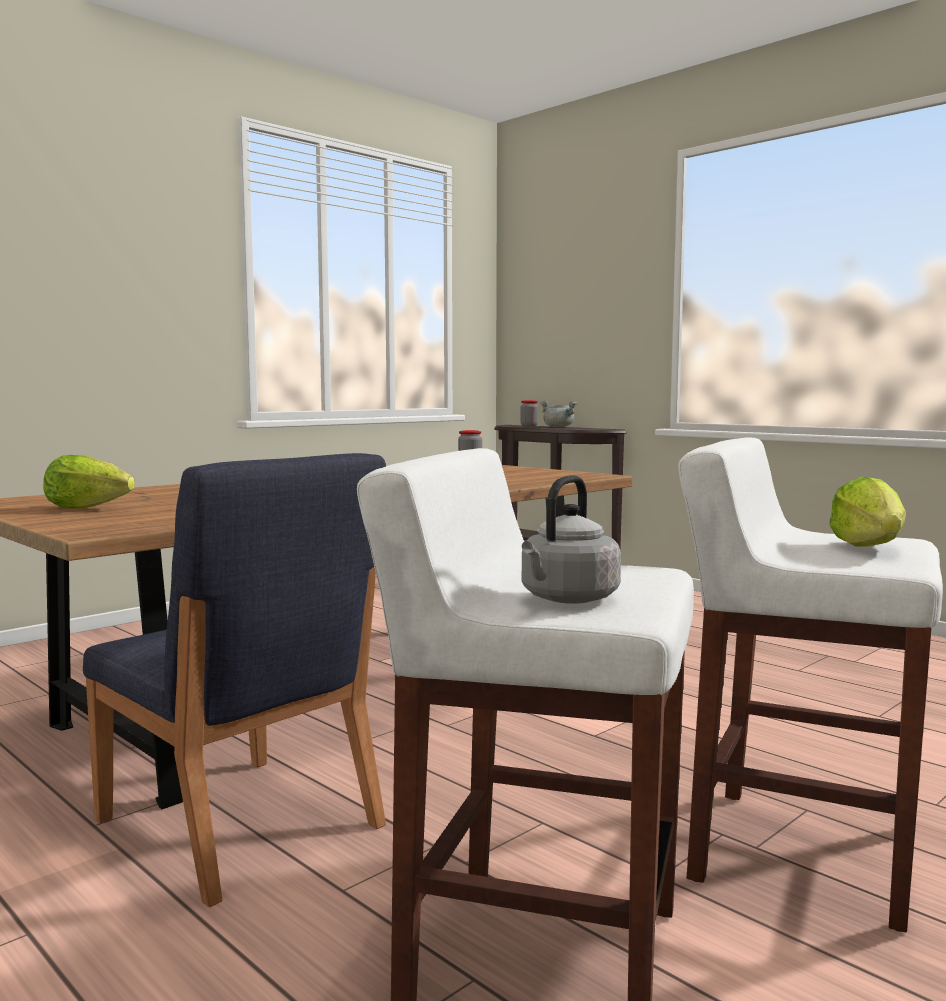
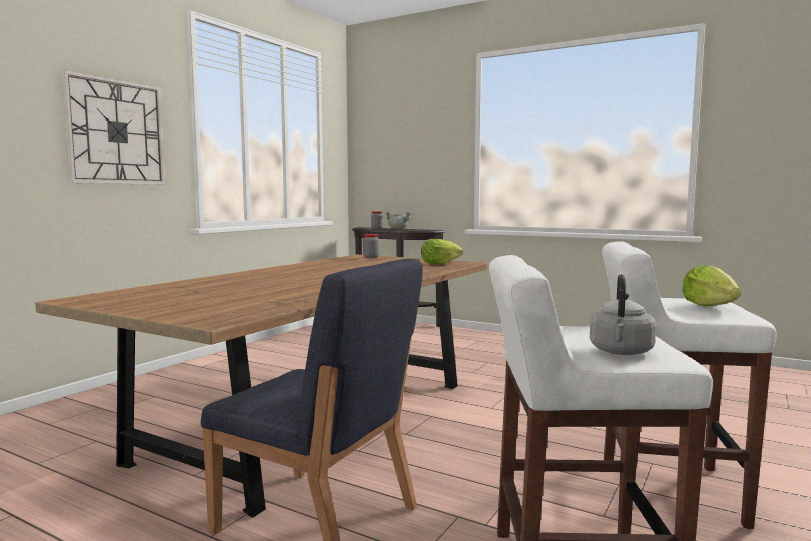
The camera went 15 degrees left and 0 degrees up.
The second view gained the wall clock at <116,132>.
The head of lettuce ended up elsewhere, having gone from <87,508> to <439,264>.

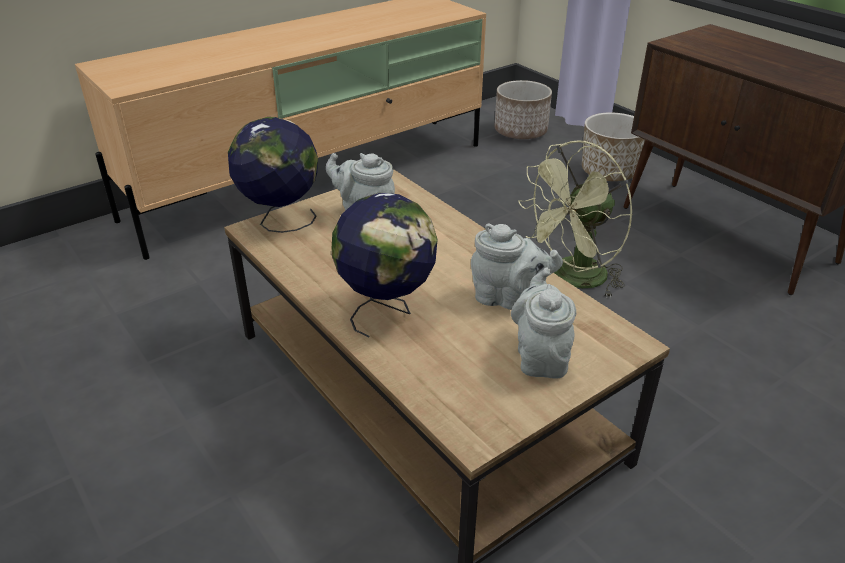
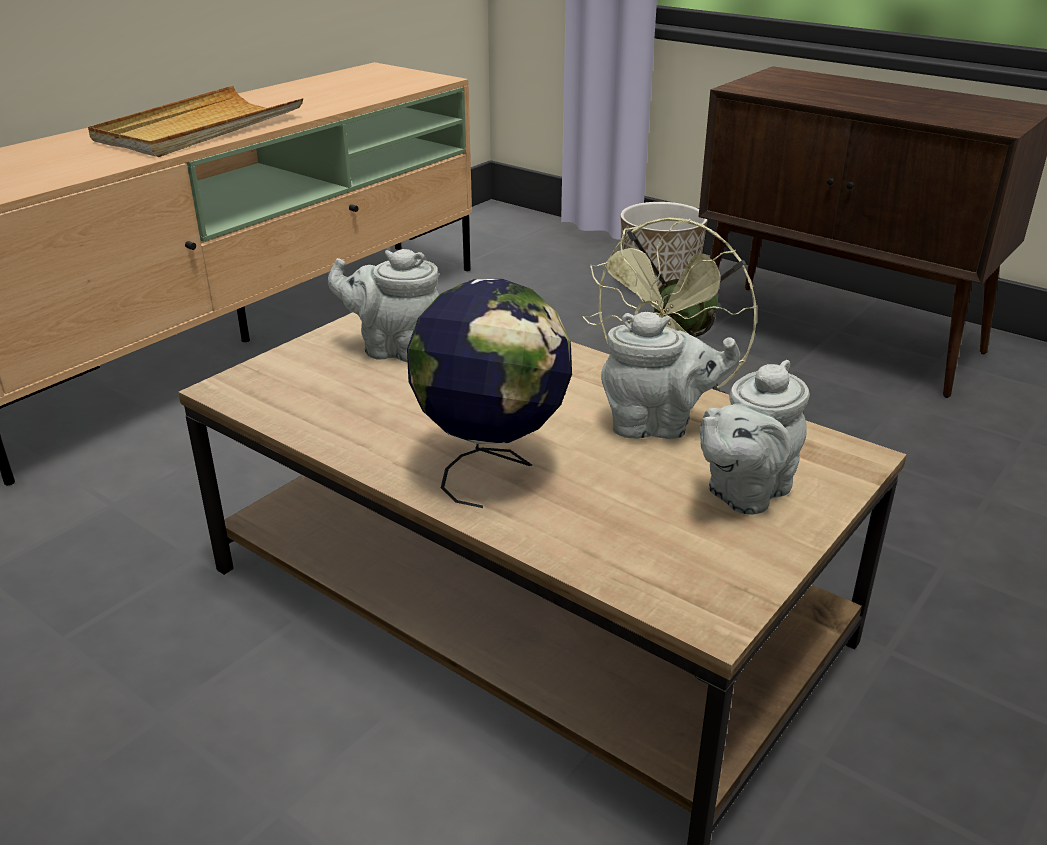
The camera went 15 degrees left and 5 degrees down.
The second view gained the sand-coloured serving tray at <199,129>.
The gray tea pot at <540,356> ended up facing another way, 120 degrees counterclockwise from before.
The second view lost the desk globe at <280,221>.
The second view lost the planter at <521,131>.

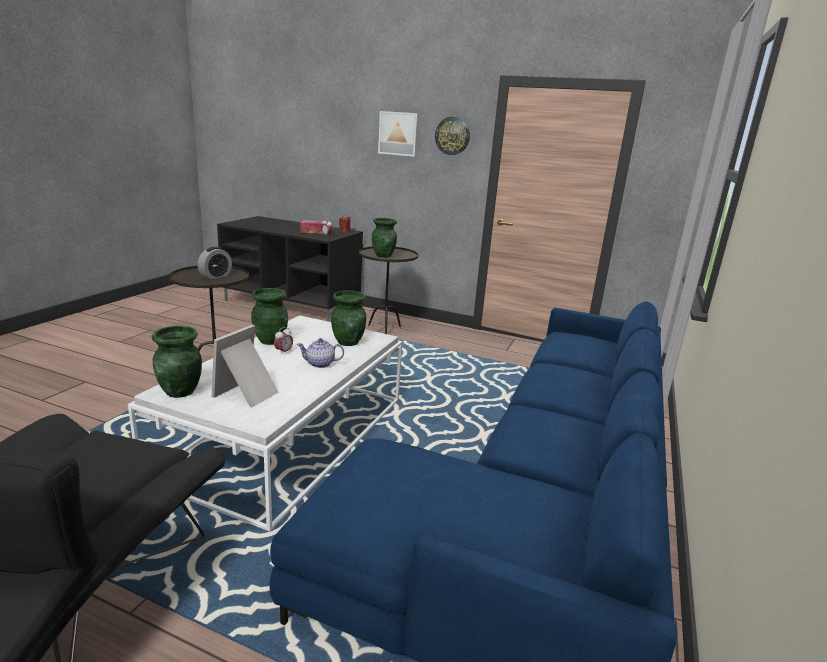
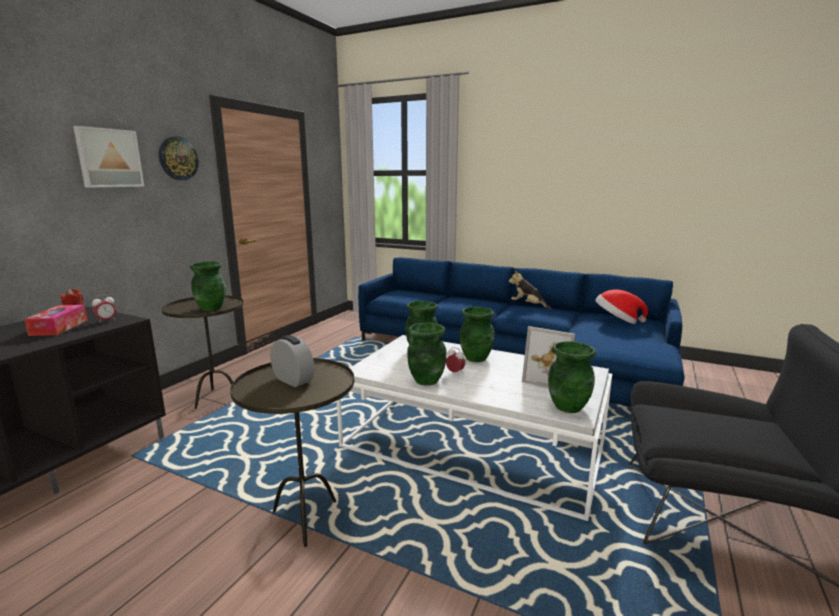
The camera went 85 degrees left and 5 degrees down.
Where the tea pot stood at <320,364>, the greenish vase came to stand at <476,358>.
The second view gained the soft toy at <528,305>.
The second view gained the clothing hat at <617,321>.

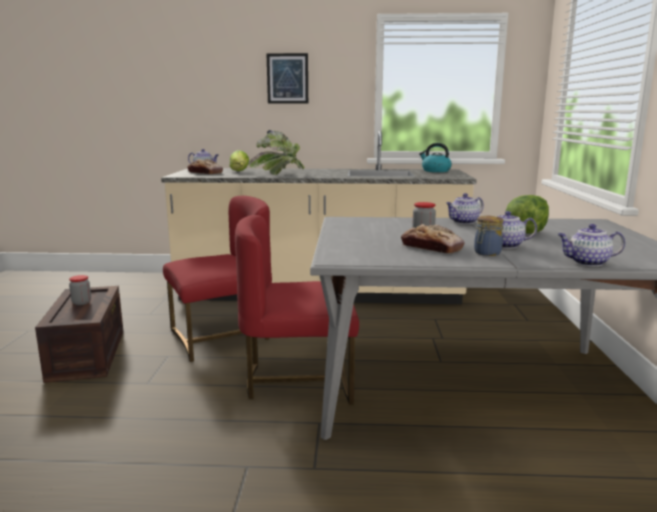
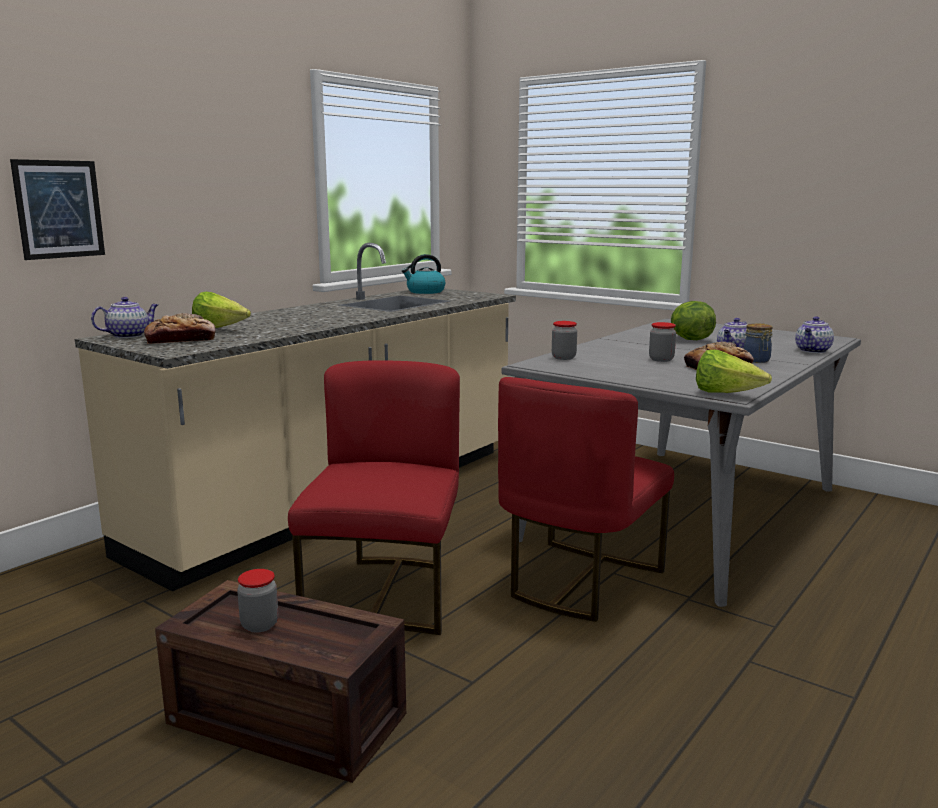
The camera went 55 degrees left and 0 degrees up.
The picture ended up elsewhere, having gone from <287,78> to <59,209>.
The second view gained the jar at <563,358>.
The second view gained the head of lettuce at <725,394>.
The second view lost the plant in a pot at <278,174>.
The second view lost the tea pot at <463,222>.

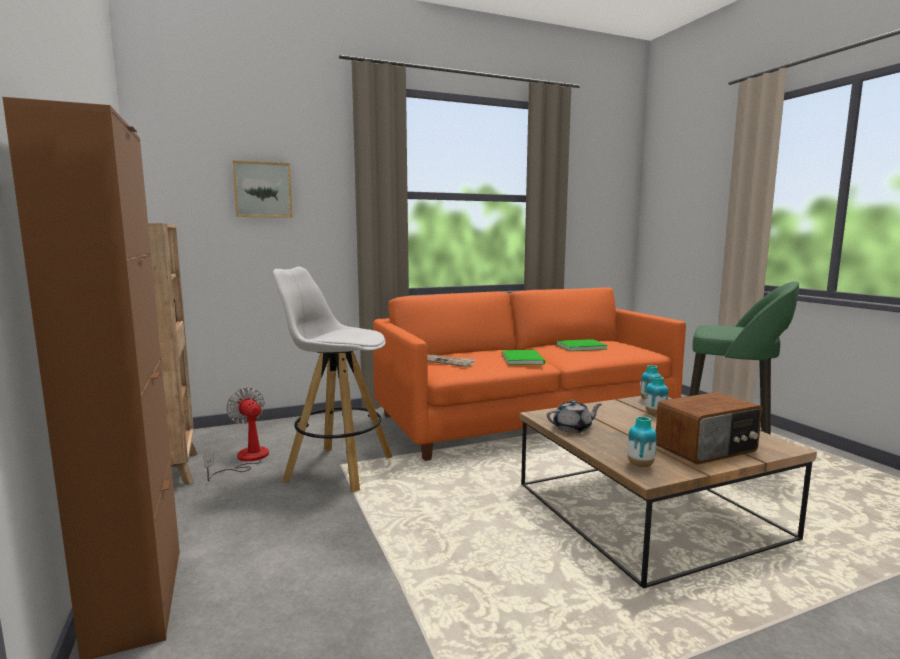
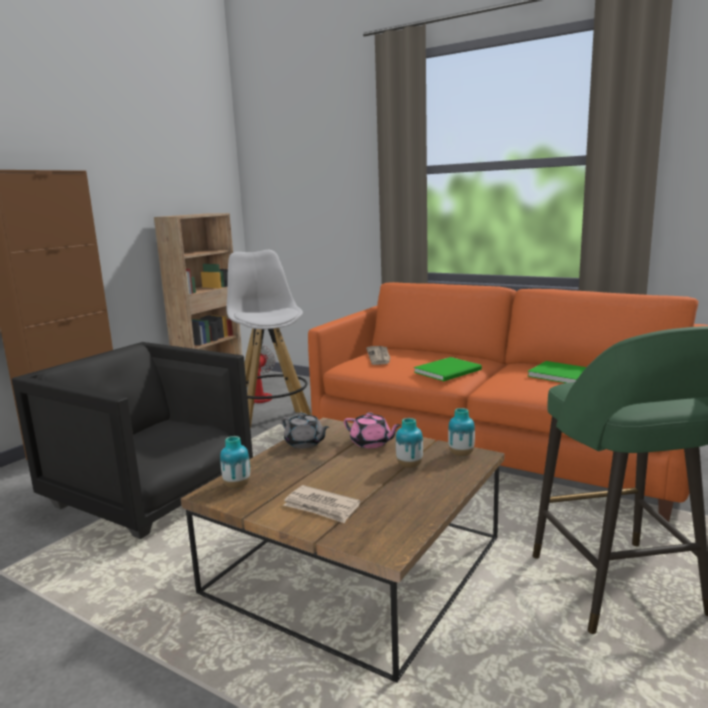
The camera went 55 degrees right and 5 degrees up.
The second view gained the black-coloured lounge chair at <151,493>.
Where the radio stood at <707,449>, the newspaper came to stand at <321,507>.
The second view gained the pinkish tea pot at <371,443>.
The second view lost the picture at <262,190>.

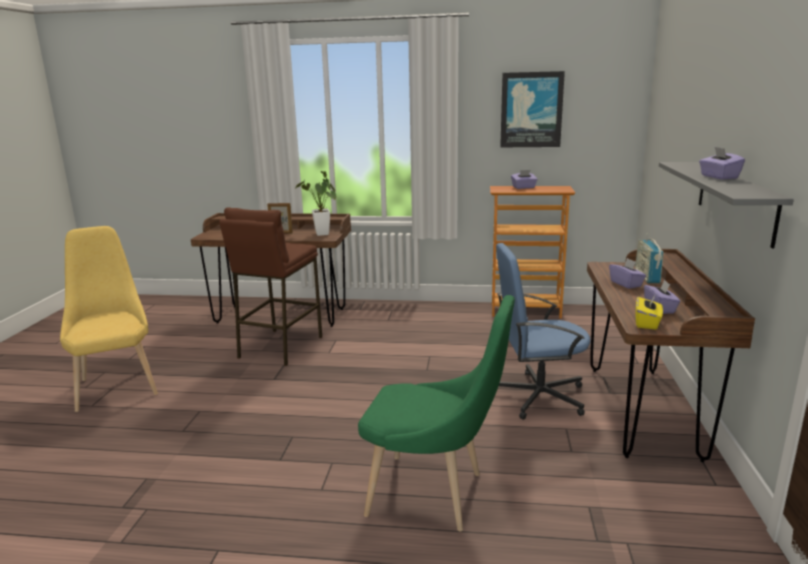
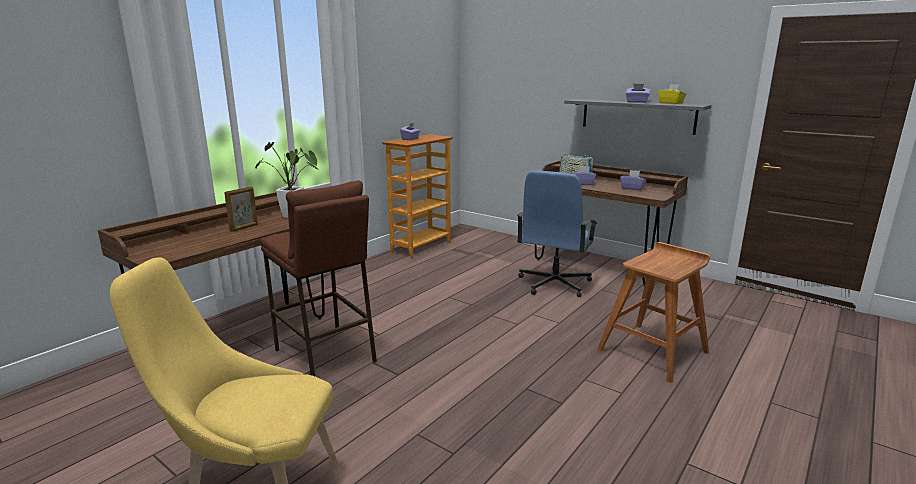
The camera went 60 degrees left and 0 degrees up.
Where the greenish upright chair stood at <434,495>, the brown stool came to stand at <653,351>.
The yellowish tissue holder ended up elsewhere, having gone from <647,323> to <671,103>.
The second view lost the picture at <531,110>.

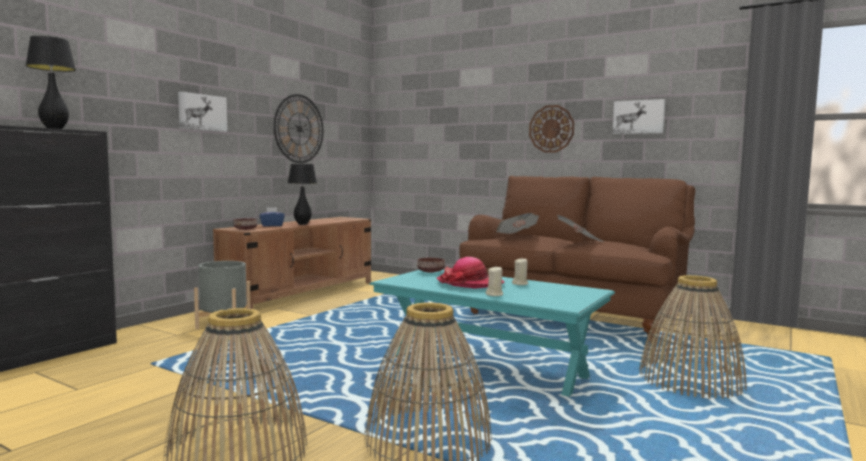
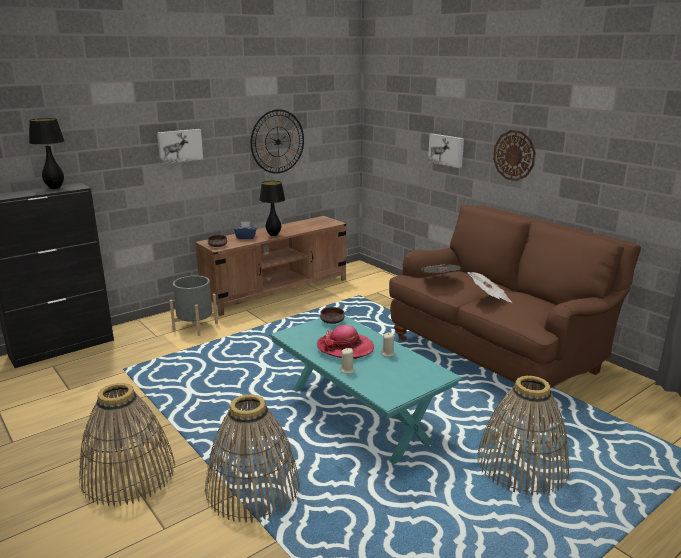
The camera went 20 degrees right and 15 degrees up.
The picture ended up elsewhere, having gone from <638,117> to <446,150>.

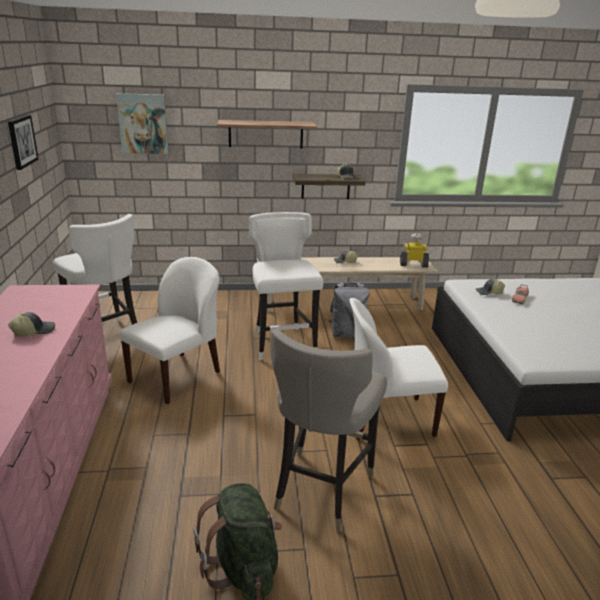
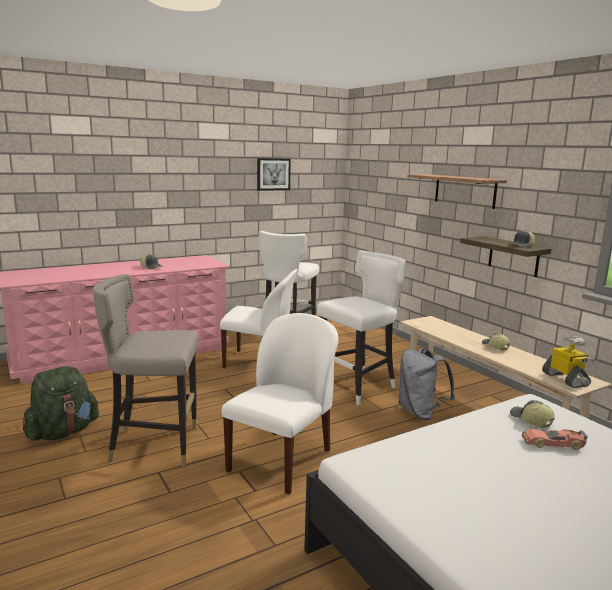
The camera went 65 degrees right and 10 degrees down.
The white upright chair at <386,418> ended up facing another way, 60 degrees clockwise from before.
The second view lost the picture at <143,124>.

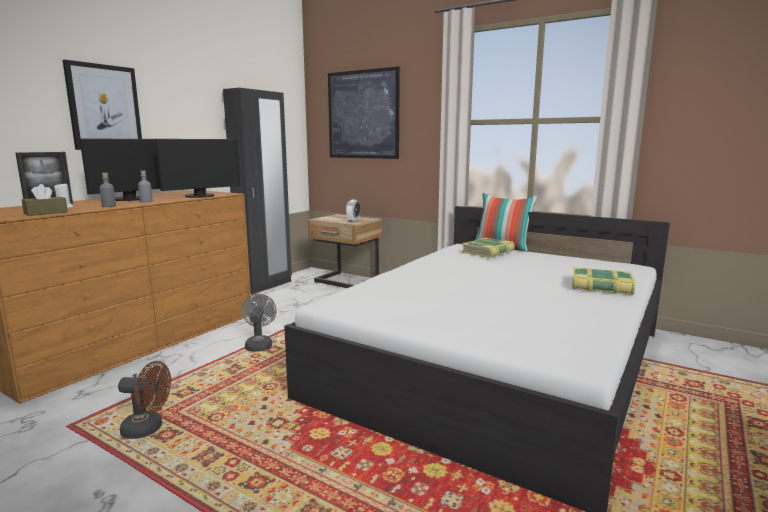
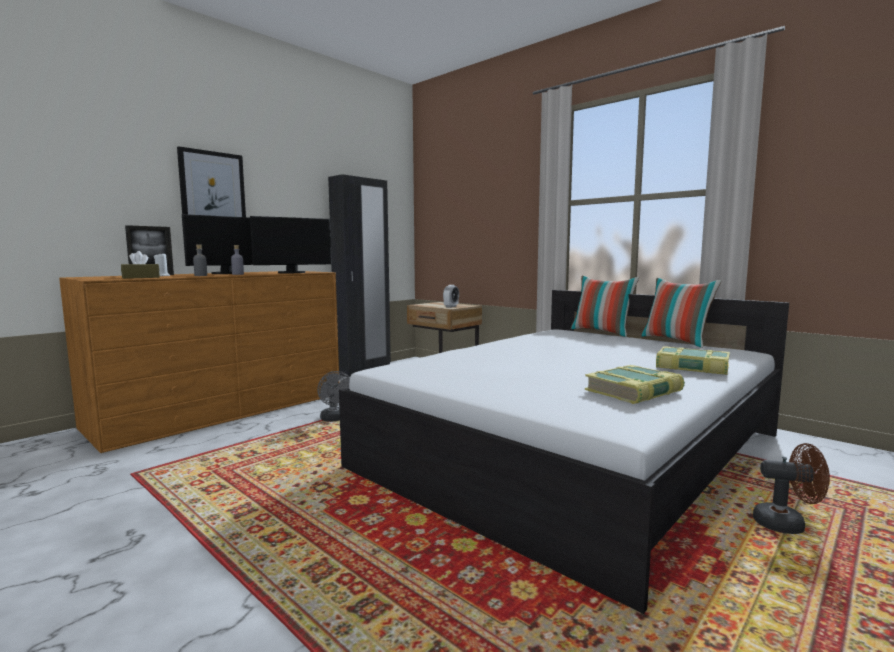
The camera went 10 degrees right and 5 degrees down.
The gray electric fan at <259,345> ended up facing another way, 150 degrees clockwise from before.
The bound book ended up elsewhere, having gone from <488,252> to <634,392>.
The second view gained the throw pillow at <676,341>.
The brown electric fan ended up elsewhere, having gone from <148,429> to <787,524>.
The second view lost the picture at <363,115>.

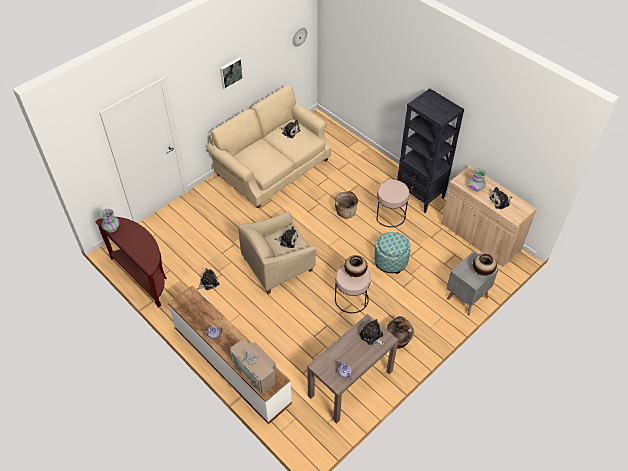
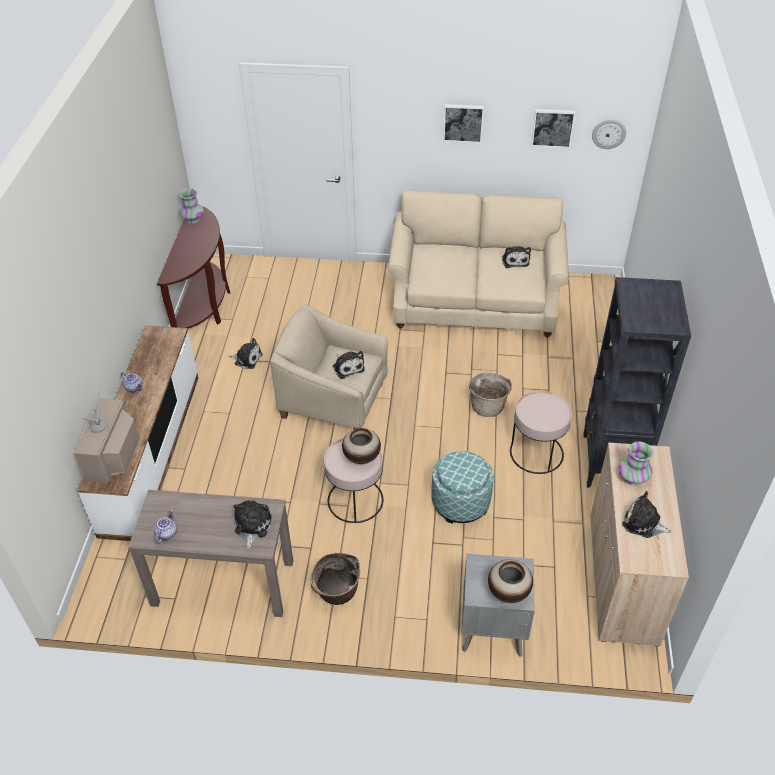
The camera went 50 degrees right and 5 degrees down.
The second view gained the picture at <552,127>.

